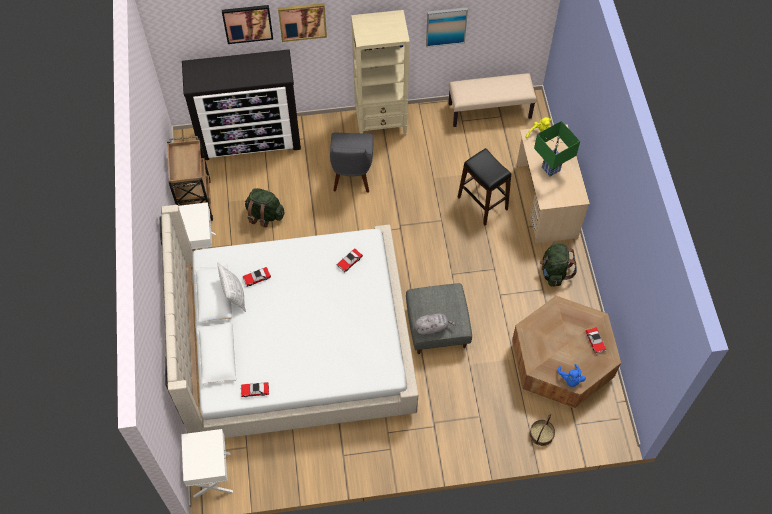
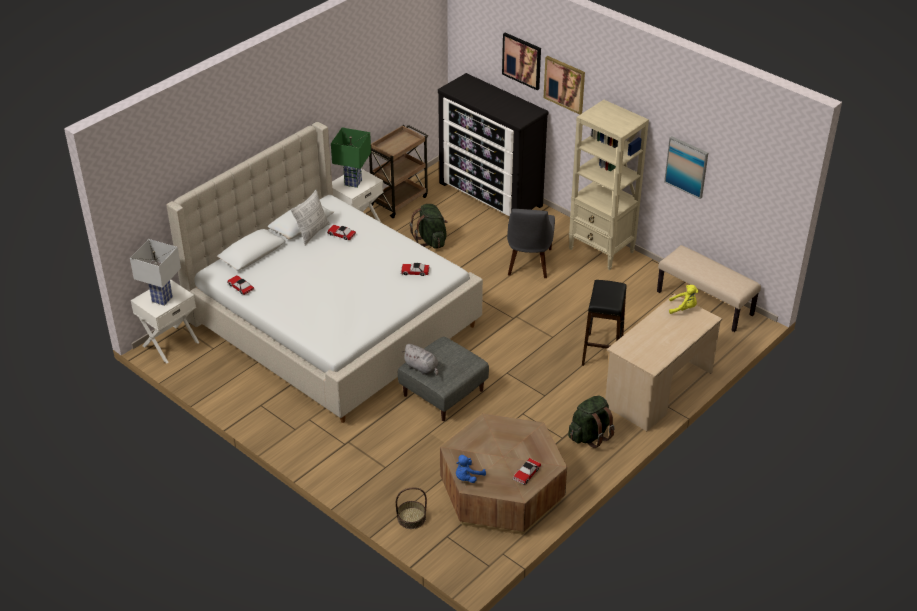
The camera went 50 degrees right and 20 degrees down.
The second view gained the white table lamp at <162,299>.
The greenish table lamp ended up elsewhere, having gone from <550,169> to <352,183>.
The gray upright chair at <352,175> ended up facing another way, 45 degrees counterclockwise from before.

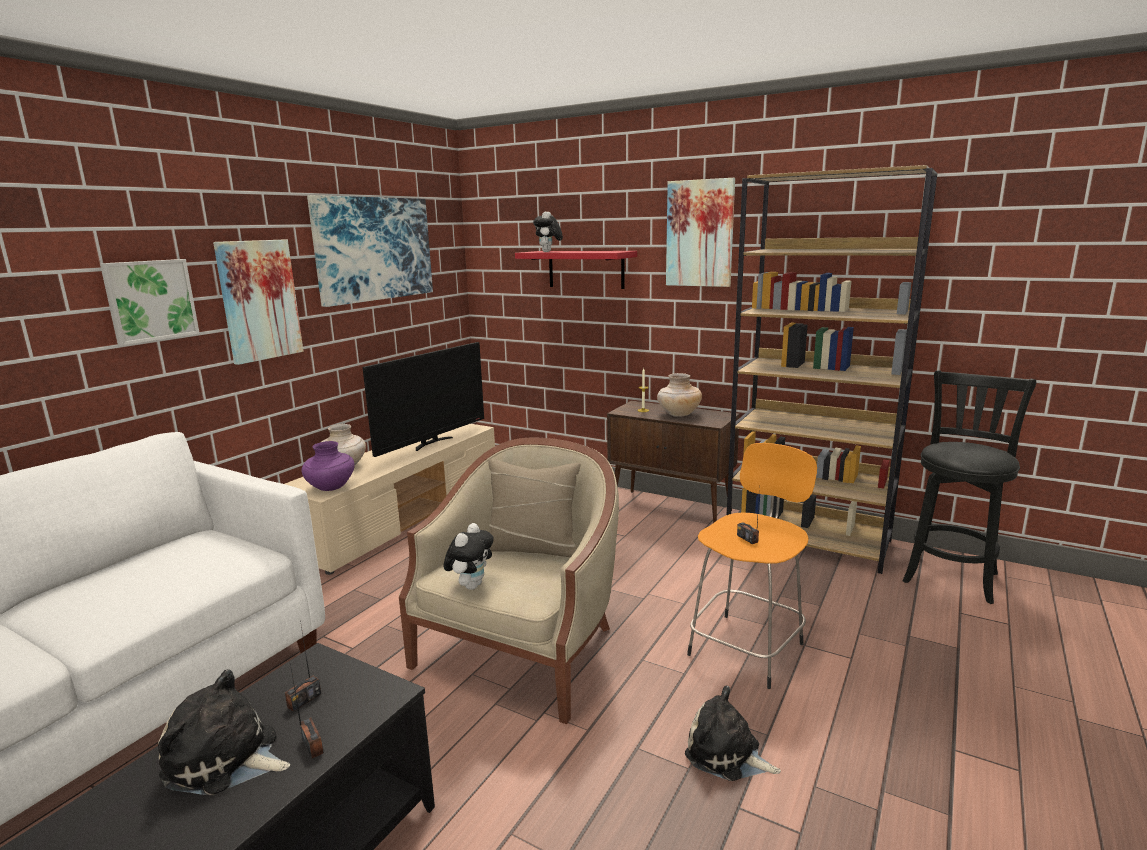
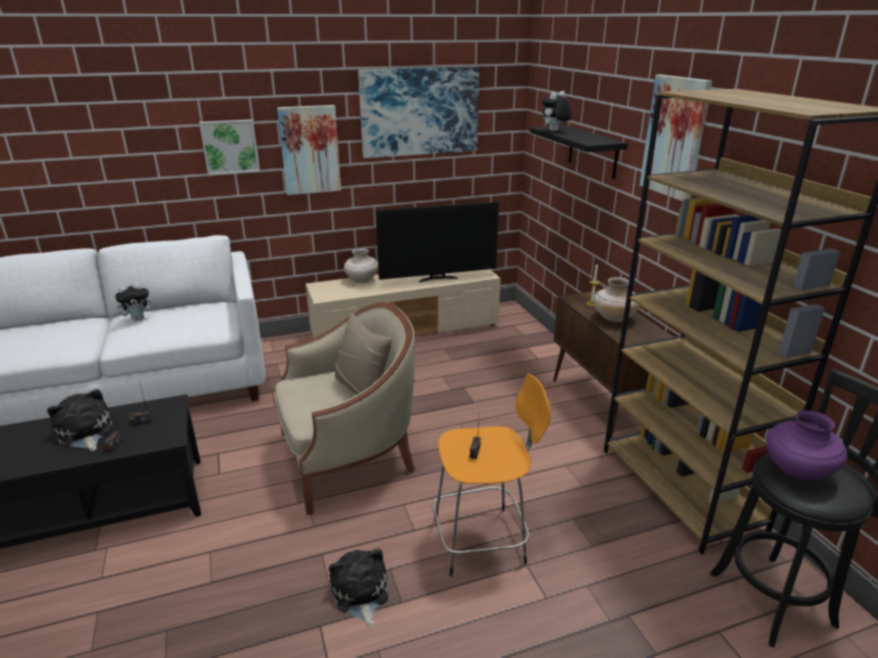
The camera went 40 degrees right and 10 degrees up.
The soft toy ended up elsewhere, having gone from <471,585> to <139,319>.
What was the red bracket shelf at <586,269> turned into the black-coloured bracket shelf at <592,152>.
The purple-coloured vase ended up elsewhere, having gone from <330,487> to <797,471>.

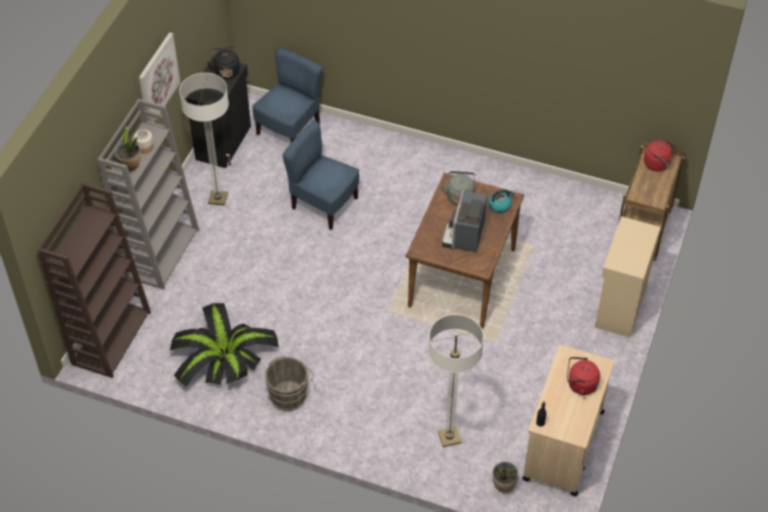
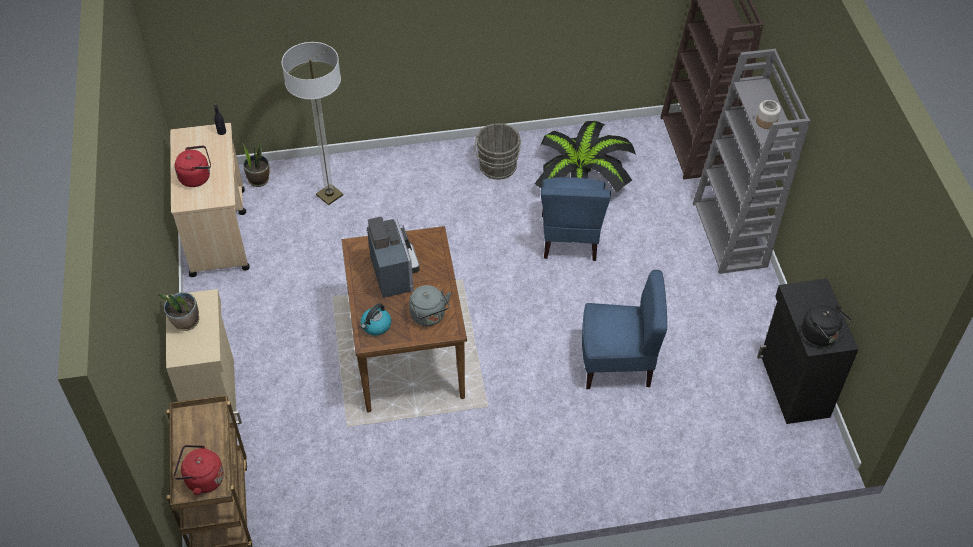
The camera went 150 degrees right and 0 degrees up.
The plant in a pot ended up elsewhere, having gone from <130,166> to <185,322>.
The bluish upright chair ended up elsewhere, having gone from <289,130> to <570,238>.
The second view lost the picture at <157,79>.
The second view lost the standing lamp at <218,198>.

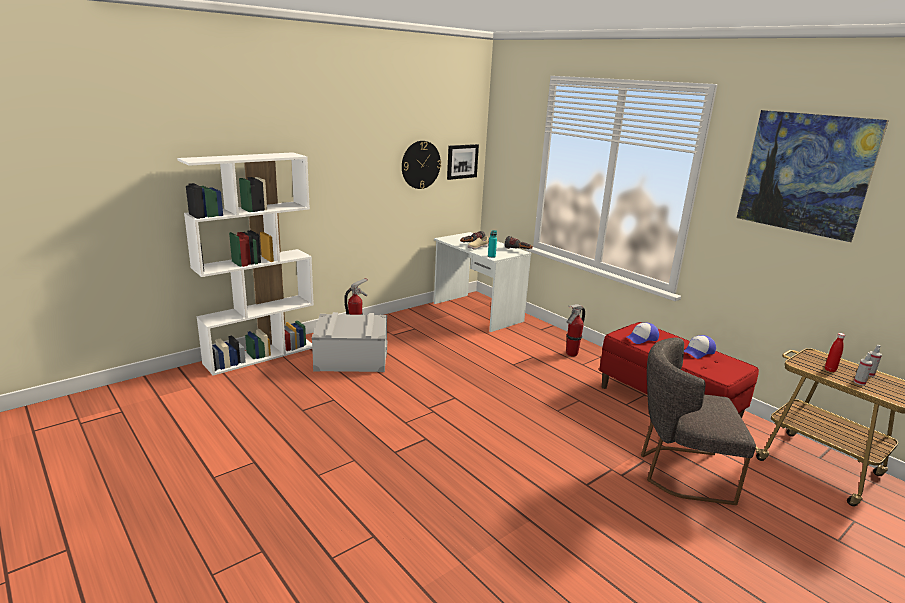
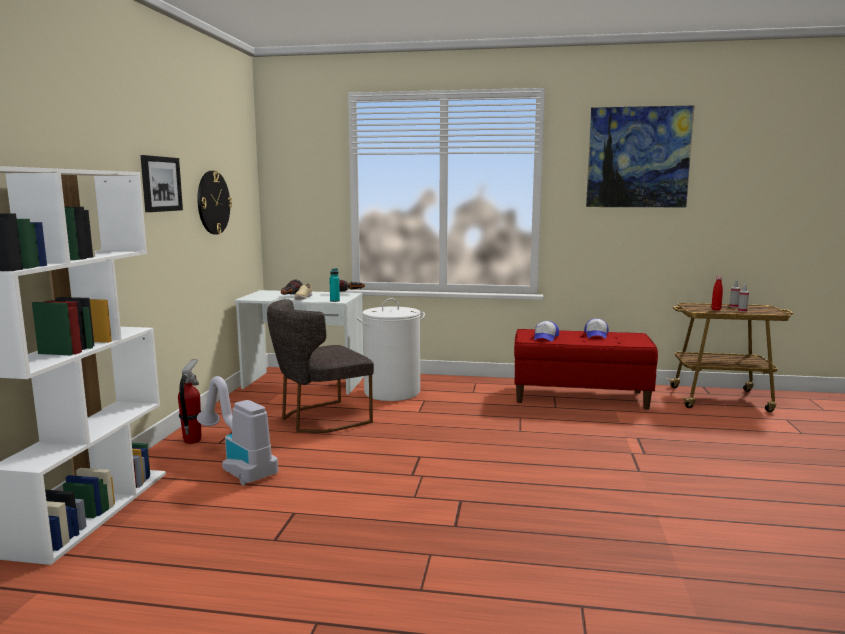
The camera went 40 degrees left and 10 degrees down.
The picture ended up elsewhere, having gone from <462,161> to <160,184>.
Where the gray storage box stood at <351,358>, the vacuum came to stand at <238,467>.
The gray upright chair ended up elsewhere, having gone from <679,472> to <319,419>.
The second view gained the white laundry basket at <392,392>.
The second view lost the fire-fighting cylinder at <571,354>.

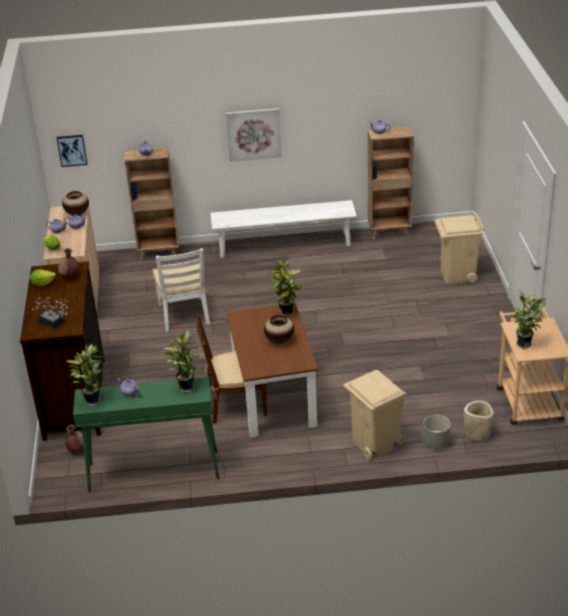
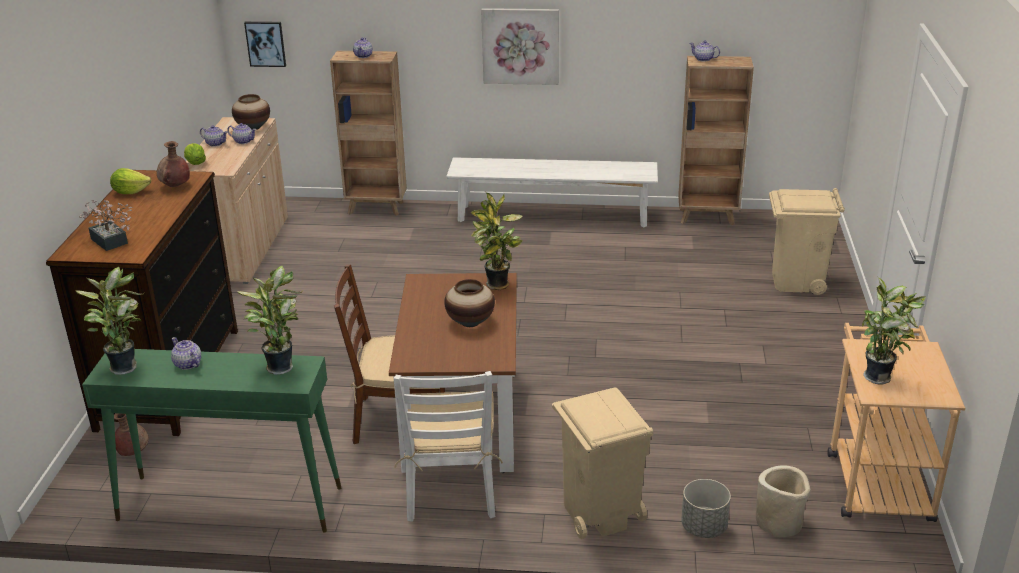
The camera went 10 degrees right and 5 degrees down.
The white upright chair ended up elsewhere, having gone from <184,314> to <451,488>.

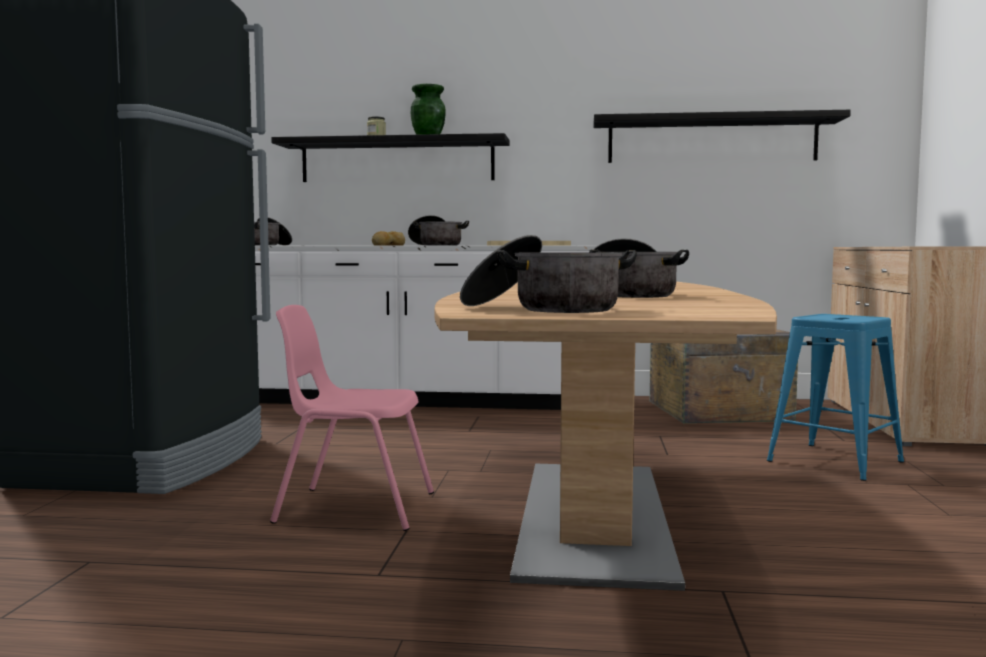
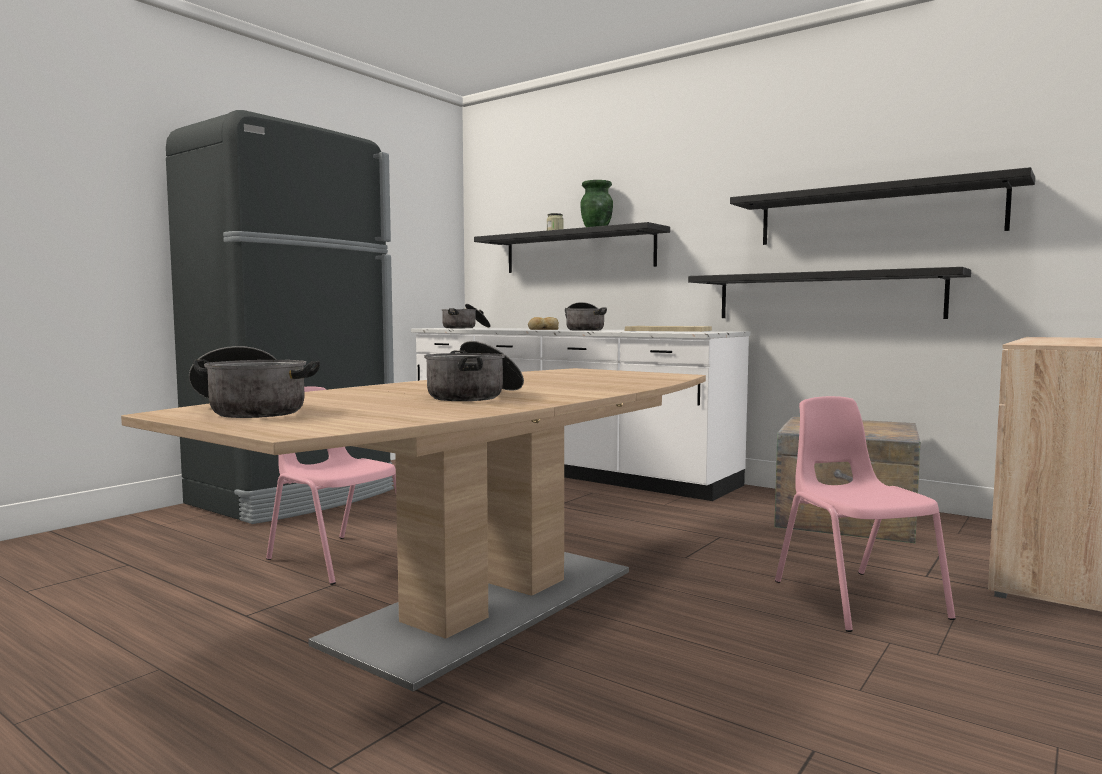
The camera went 30 degrees right and 0 degrees up.
The second view gained the black-coloured bracket shelf at <826,296>.
Where the bluish stool stood at <835,462>, the pinkish upright chair came to stand at <856,598>.

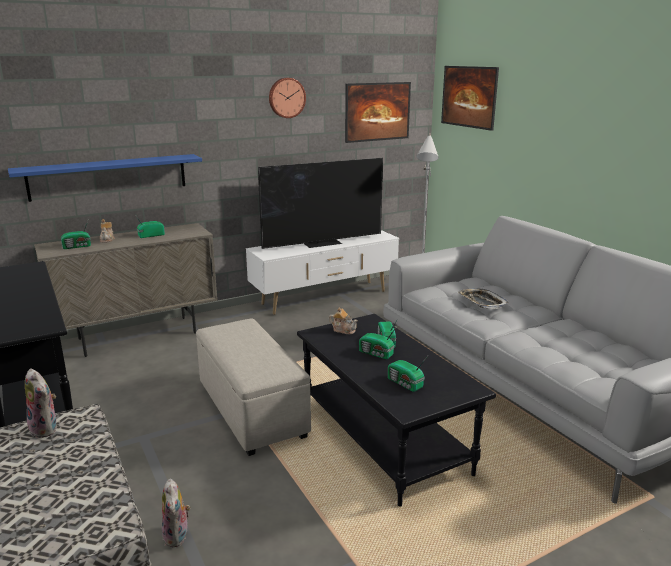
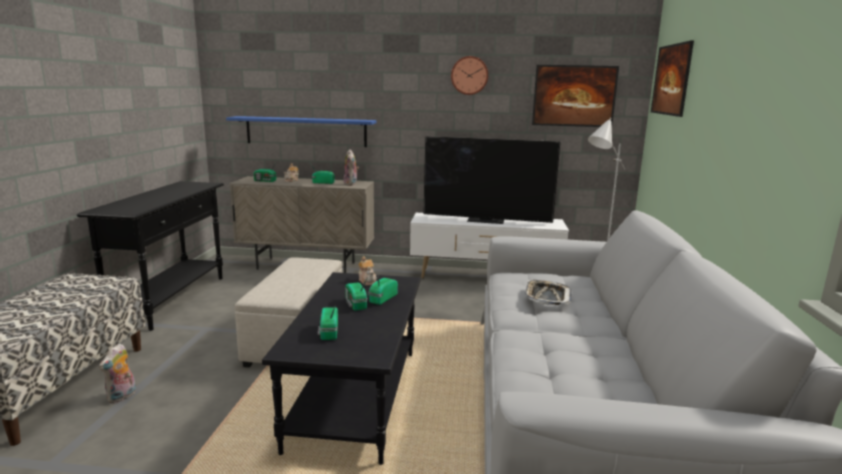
The camera went 35 degrees right and 5 degrees down.
The soft toy ended up elsewhere, having gone from <46,429> to <351,184>.

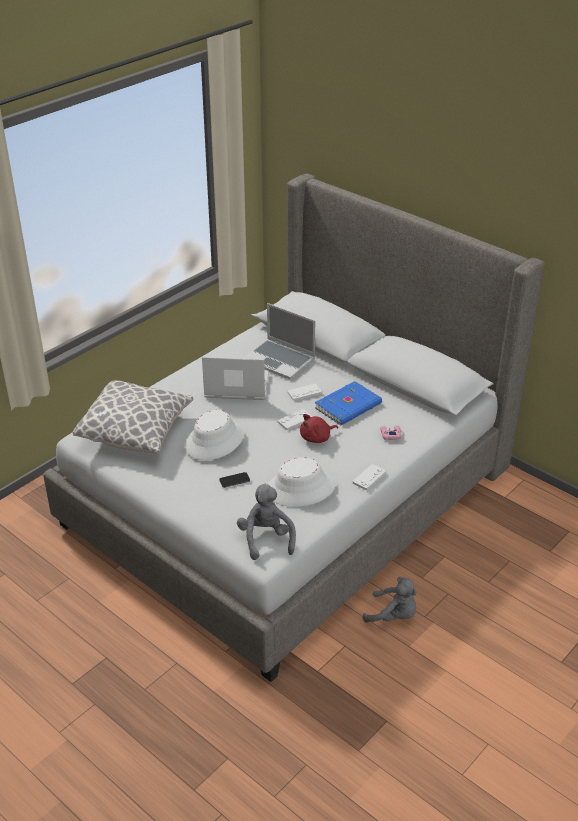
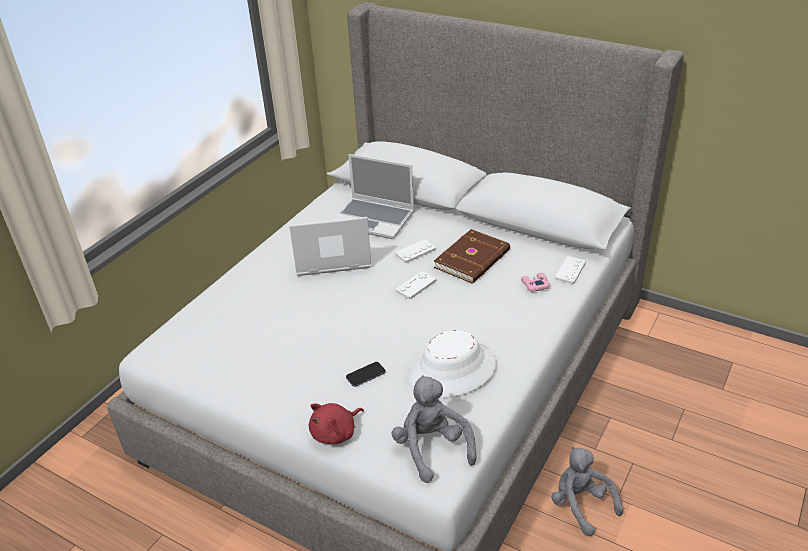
The camera went 10 degrees left and 0 degrees up.
The red soft toy ended up elsewhere, having gone from <317,438> to <336,433>.
What was the bluish bound book at <349,406> turned into the brown bound book at <473,259>.
The gray soft toy at <393,615> ended up facing another way, 135 degrees counterclockwise from before.
The white gamepad ended up elsewhere, having gone from <369,477> to <570,271>.
The second view lost the throw pillow at <136,431>.
The second view lost the white clothing hat at <214,441>.

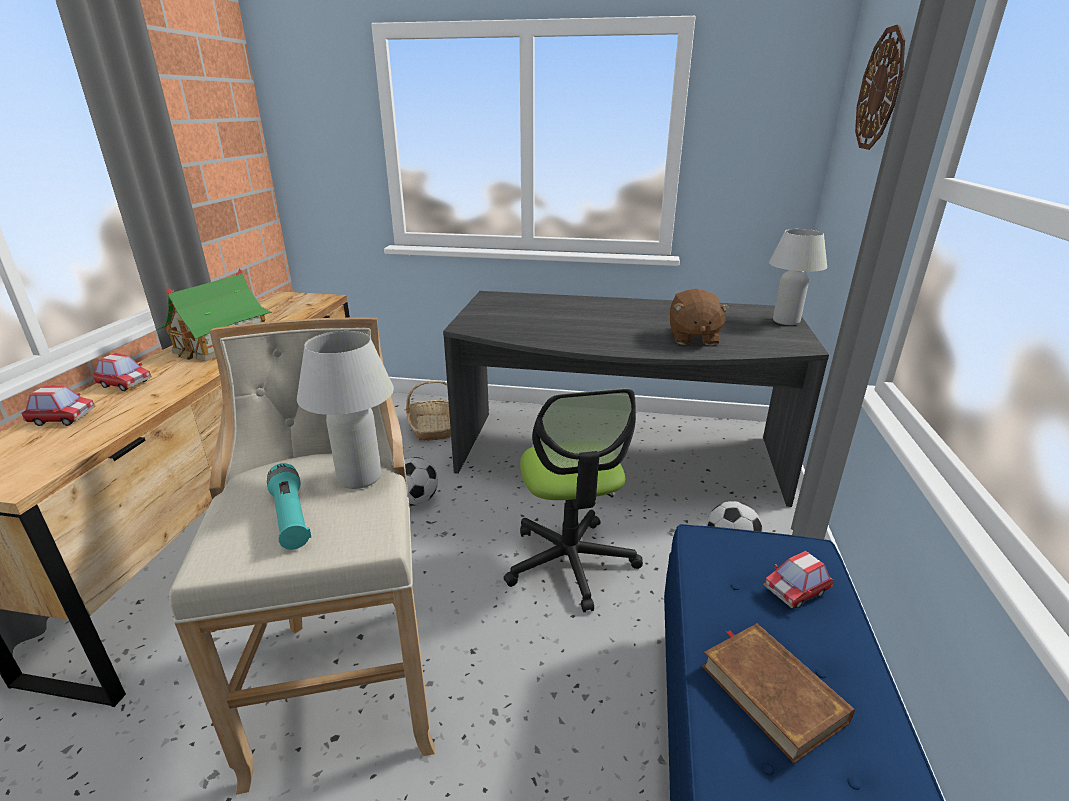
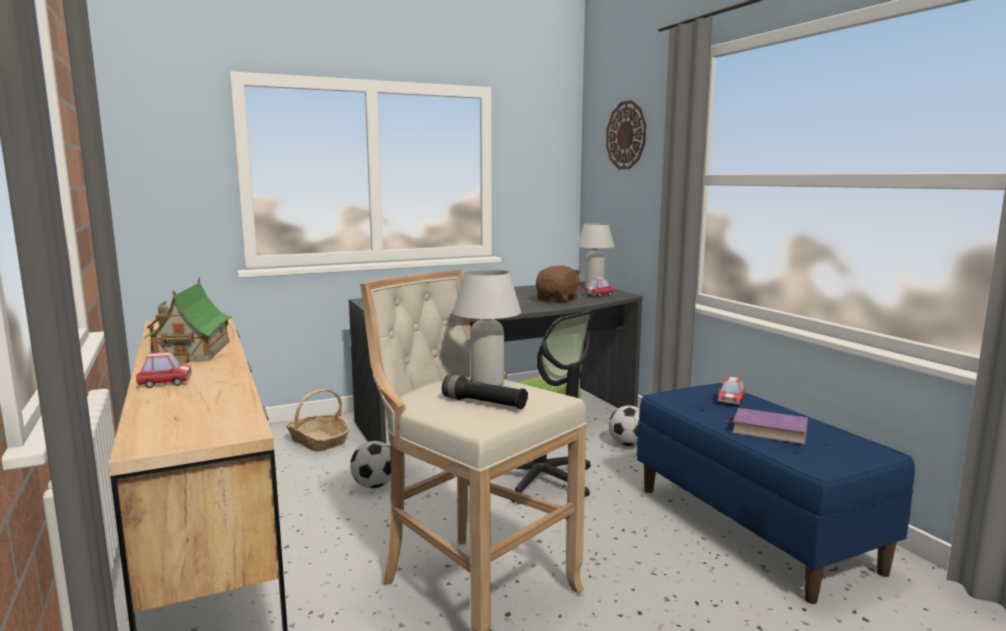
The camera went 35 degrees left and 15 degrees down.
What was the blue-green flashlight at <290,517> turned into the black-coloured flashlight at <484,403>.
The brown soft toy at <692,338> ended up facing another way, 120 degrees counterclockwise from before.
The toy car ended up elsewhere, having gone from <62,418> to <599,295>.
What was the brown bound book at <772,692> turned into the purple-coloured bound book at <769,430>.

